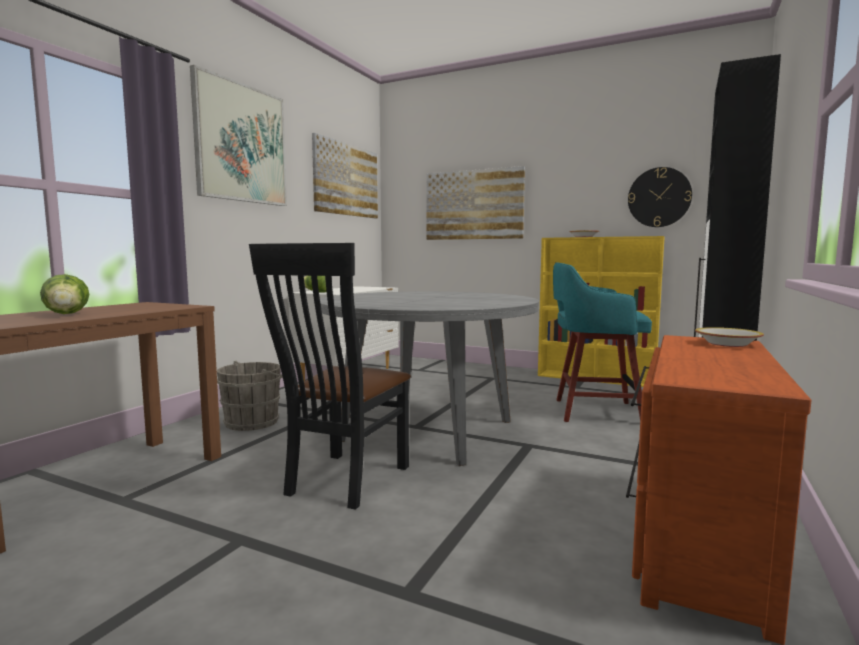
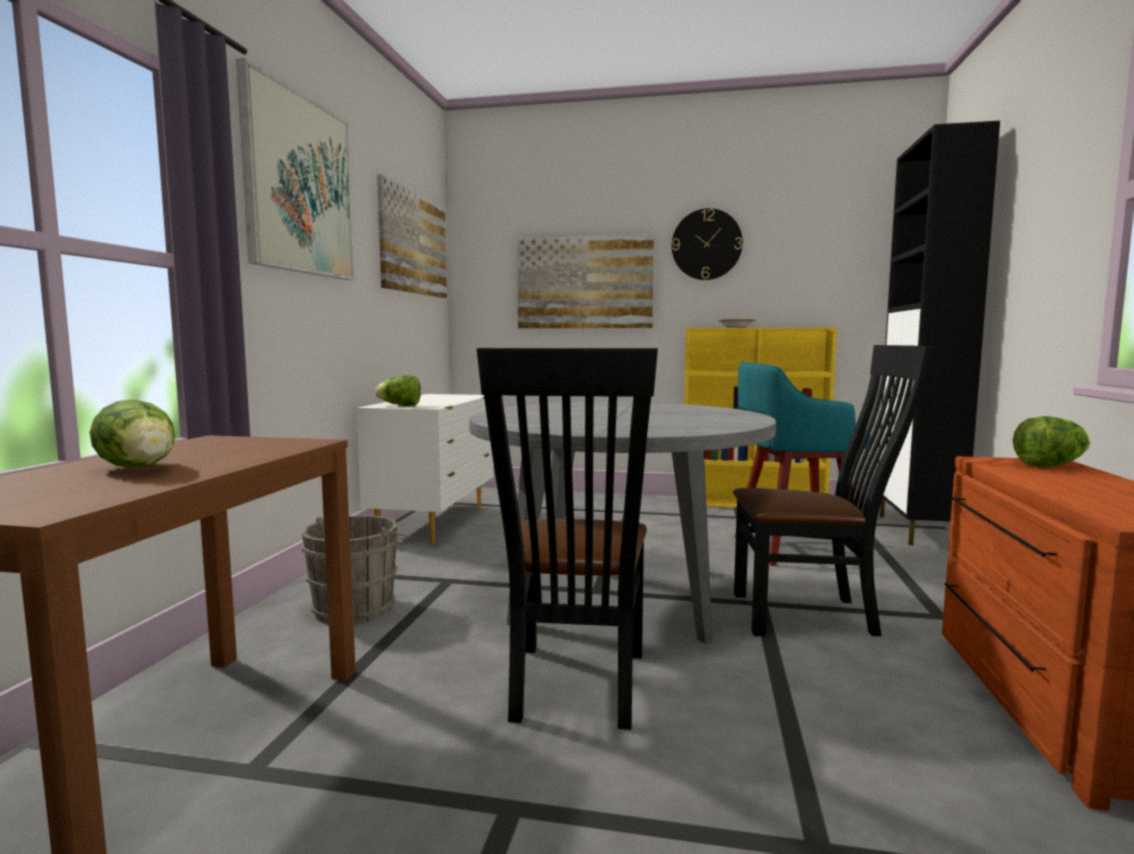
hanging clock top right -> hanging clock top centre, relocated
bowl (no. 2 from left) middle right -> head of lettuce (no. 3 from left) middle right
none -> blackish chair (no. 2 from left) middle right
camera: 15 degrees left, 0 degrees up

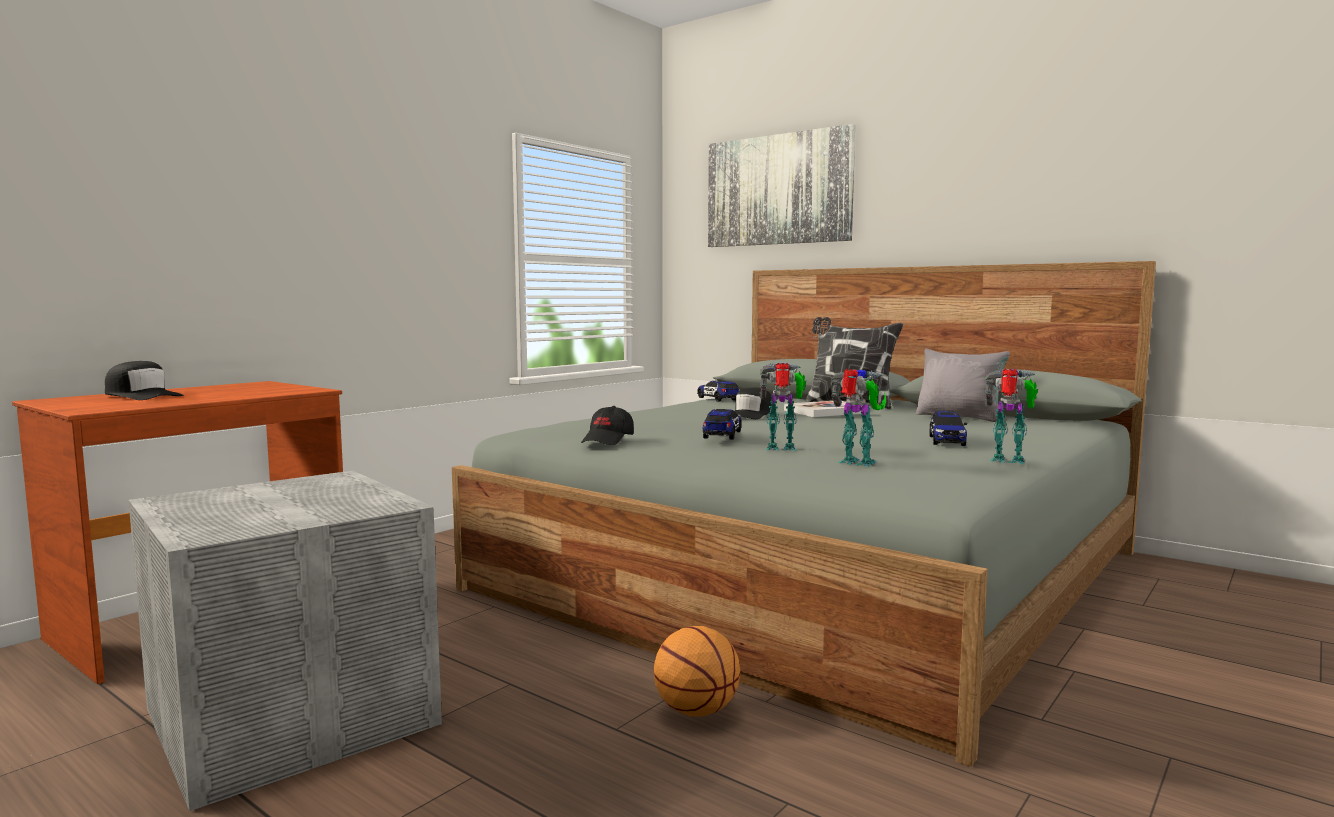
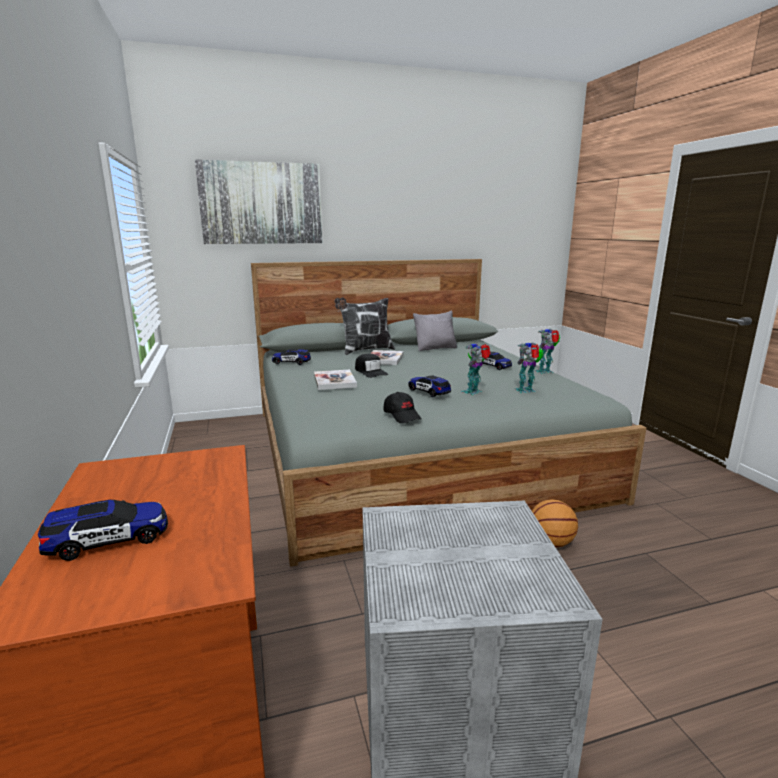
blackish cap (no. 1 from left) middle left -> model car (no. 1 from left) bottom left
none -> book (no. 1 from left) centre
camera: 55 degrees left, 10 degrees up

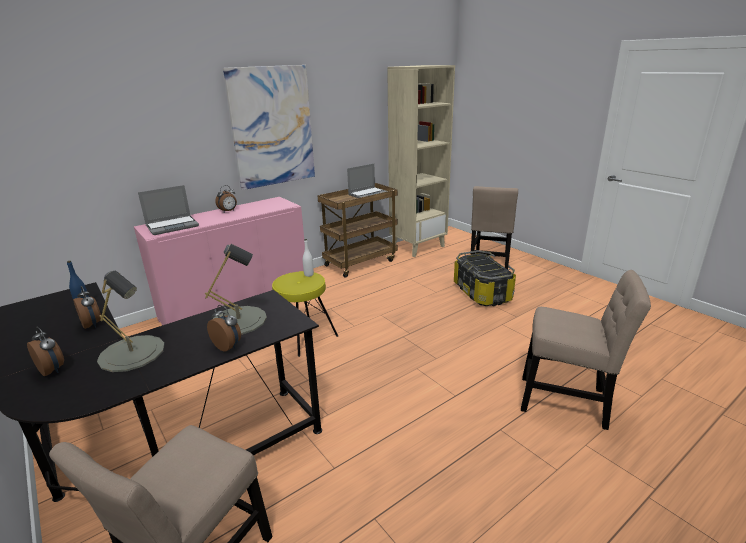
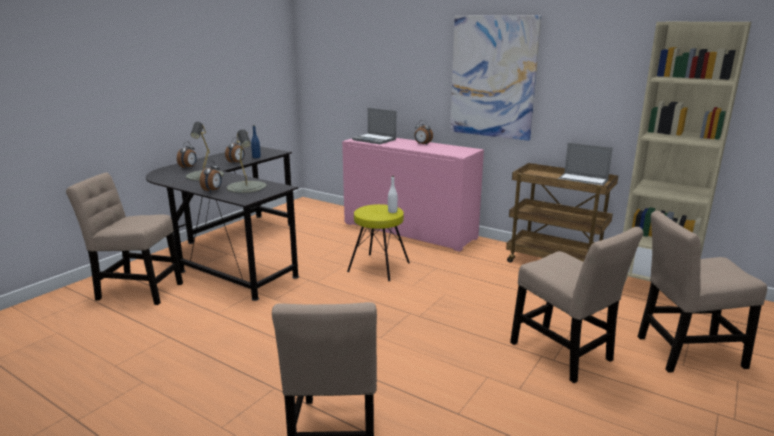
storage bin centre -> beige chair (no. 3 from left) bottom right
camera: 70 degrees right, 5 degrees down

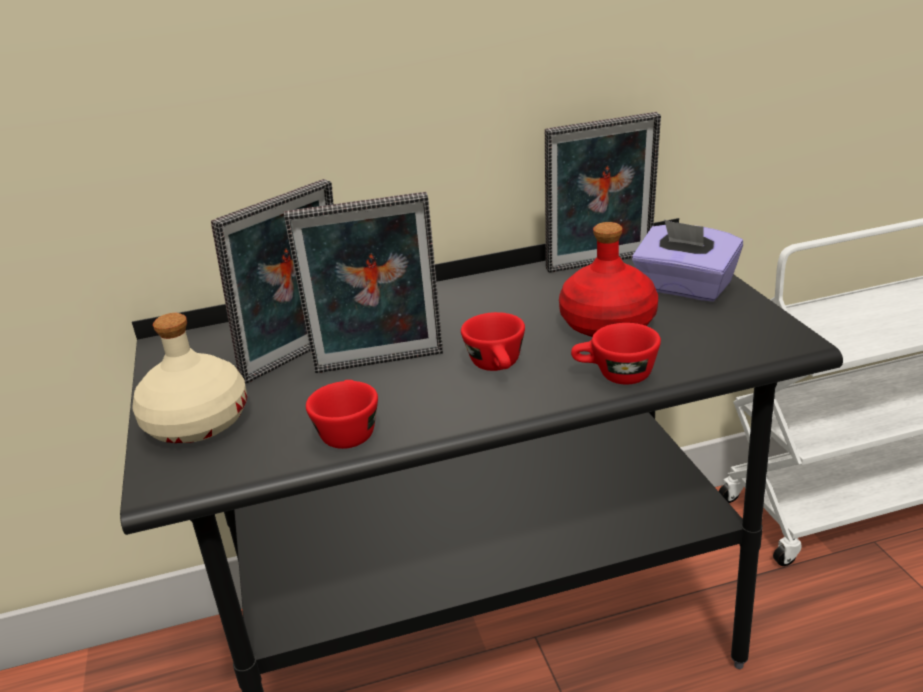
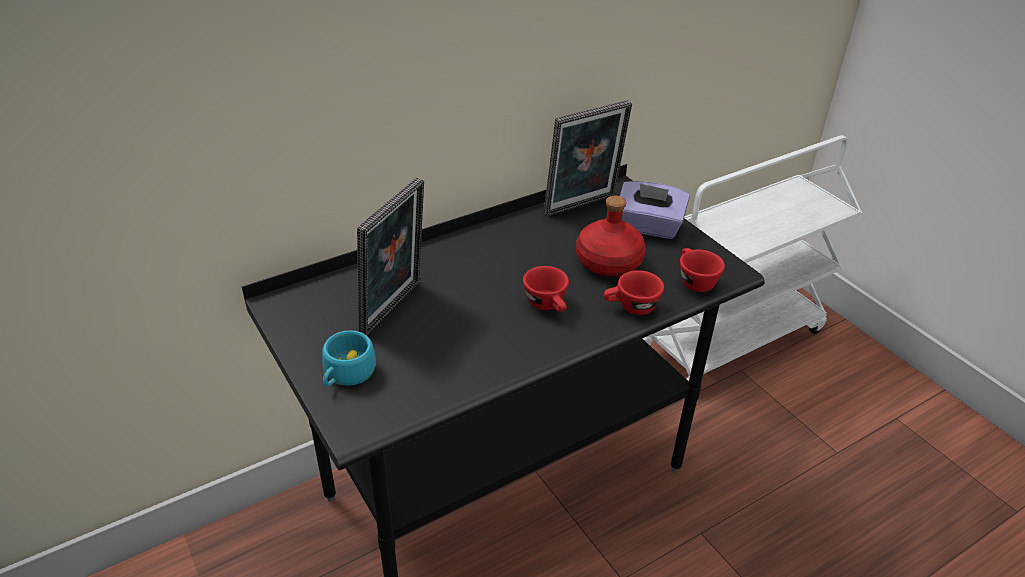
beige drink bottle middle left -> turquoise-coloured cup centre
photo frame (no. 2 from left) centre -> none
reddish cup (no. 1 from left in the first image) centre -> reddish cup (no. 3 from left) middle right, relocated
camera: 20 degrees left, 10 degrees up

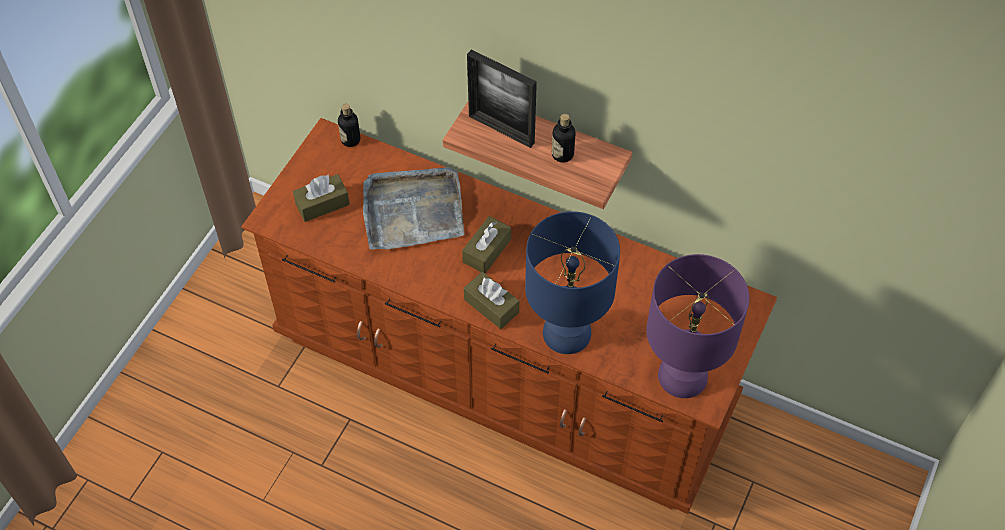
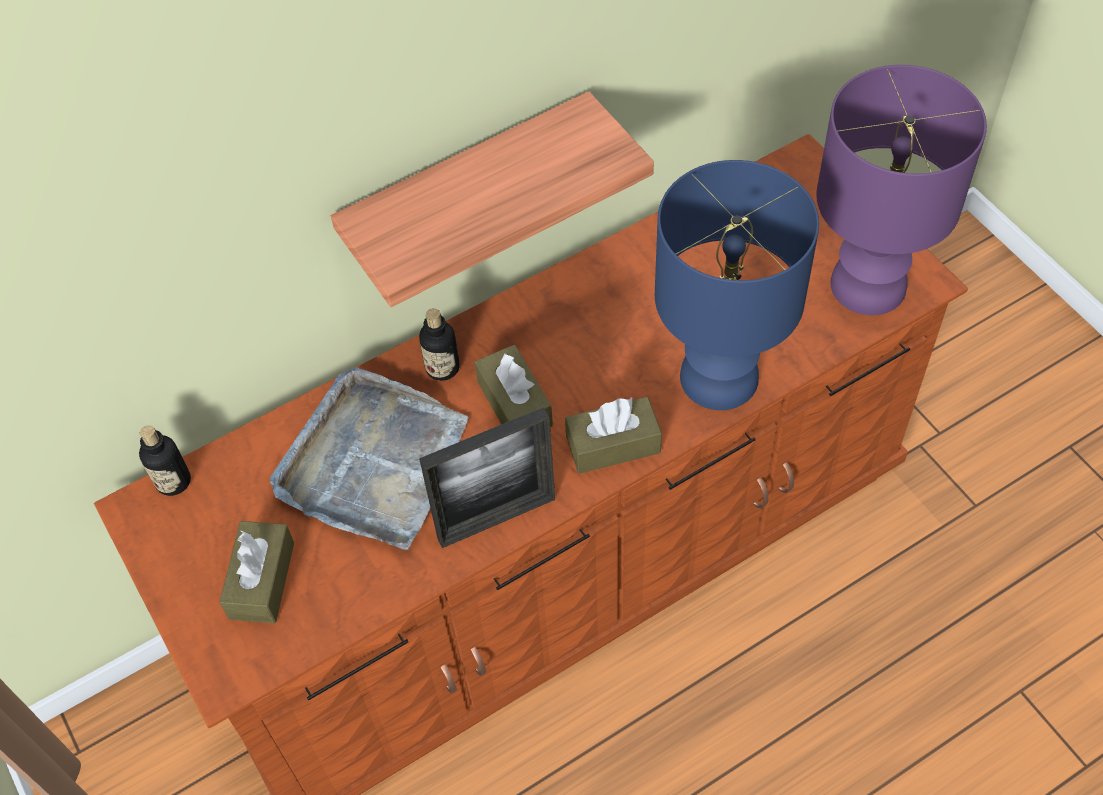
photo frame top centre -> photo frame centre, relocated
drink bottle (no. 2 from left) top centre -> drink bottle (no. 2 from left) centre, relocated
camera: 55 degrees left, 0 degrees up

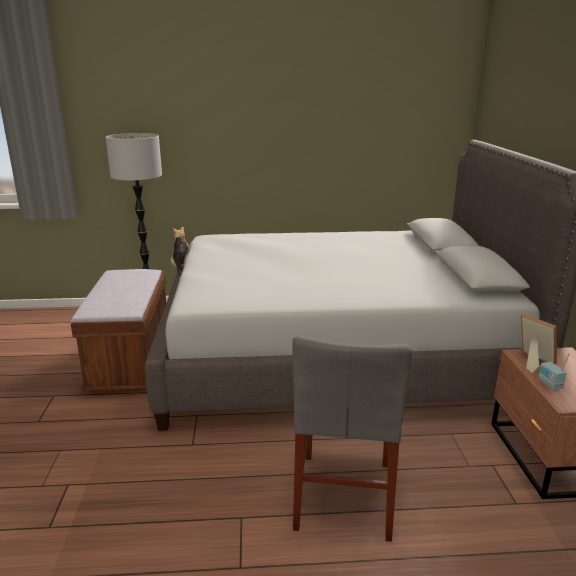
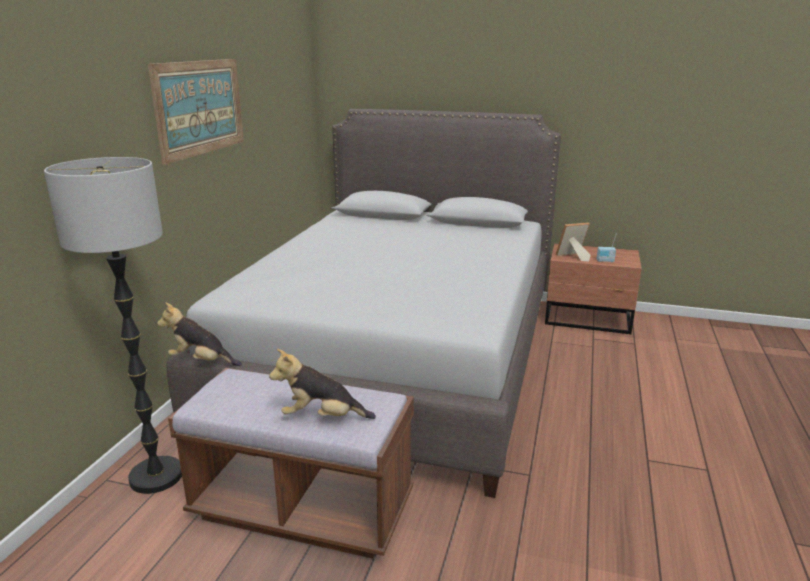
gray chair bottom centre -> none
none -> wall picture top left
none -> plush toy (no. 2 from left) centre
camera: 70 degrees left, 0 degrees up

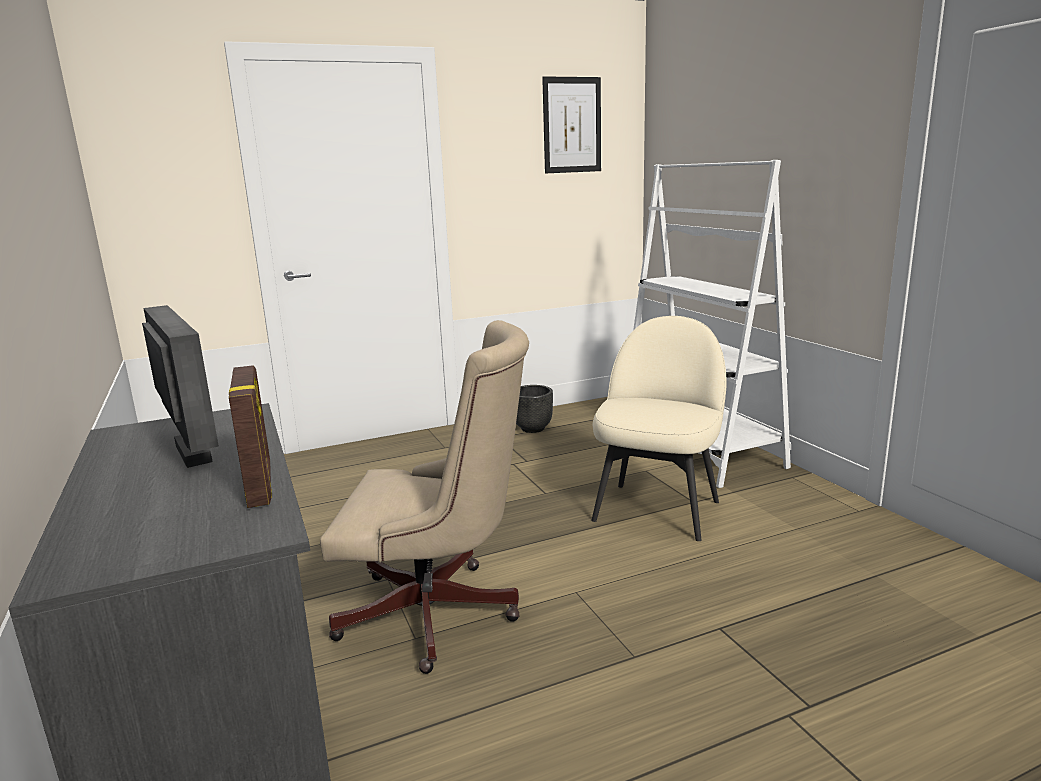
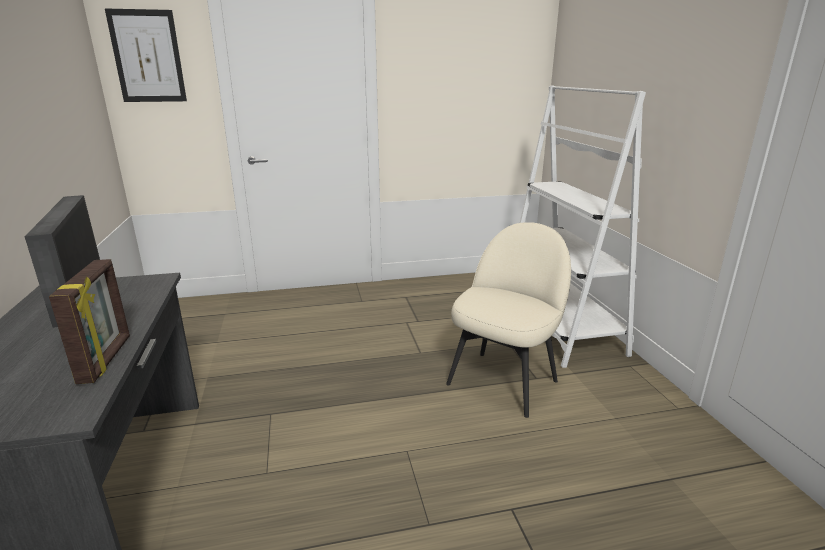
beige desk chair centre -> none
blackish plant pot centre -> none
wall picture top centre -> wall picture top left, relocated
camera: 10 degrees right, 5 degrees up

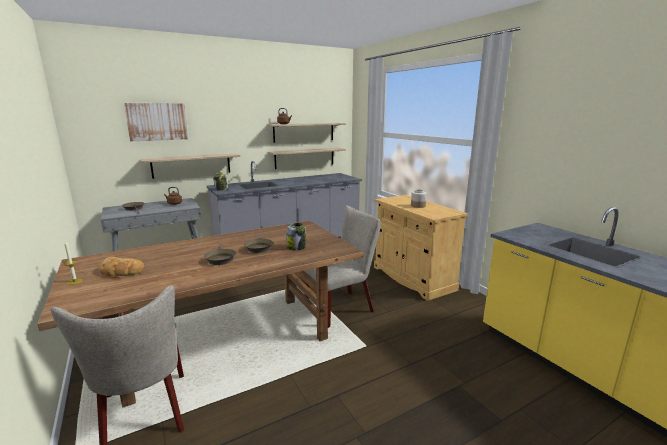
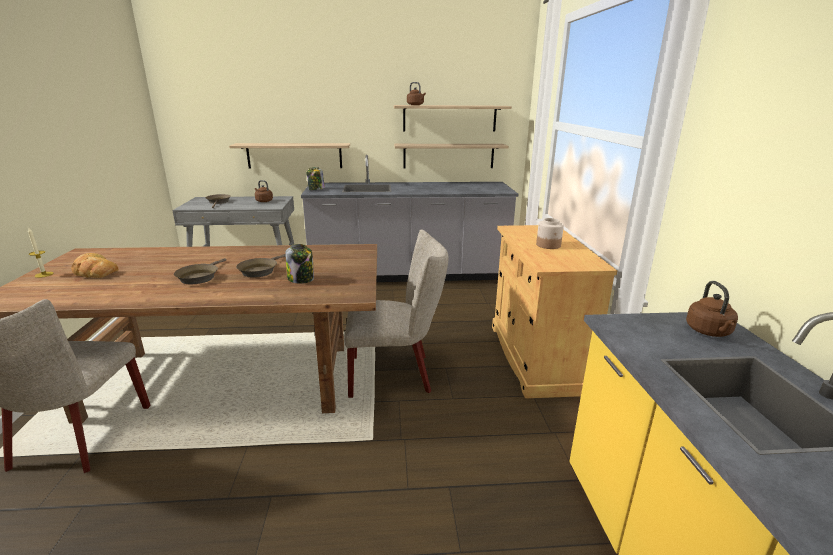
wall picture top left -> none
none -> brown-coloured tea kettle (no. 3 from left) middle right
camera: 25 degrees right, 5 degrees up

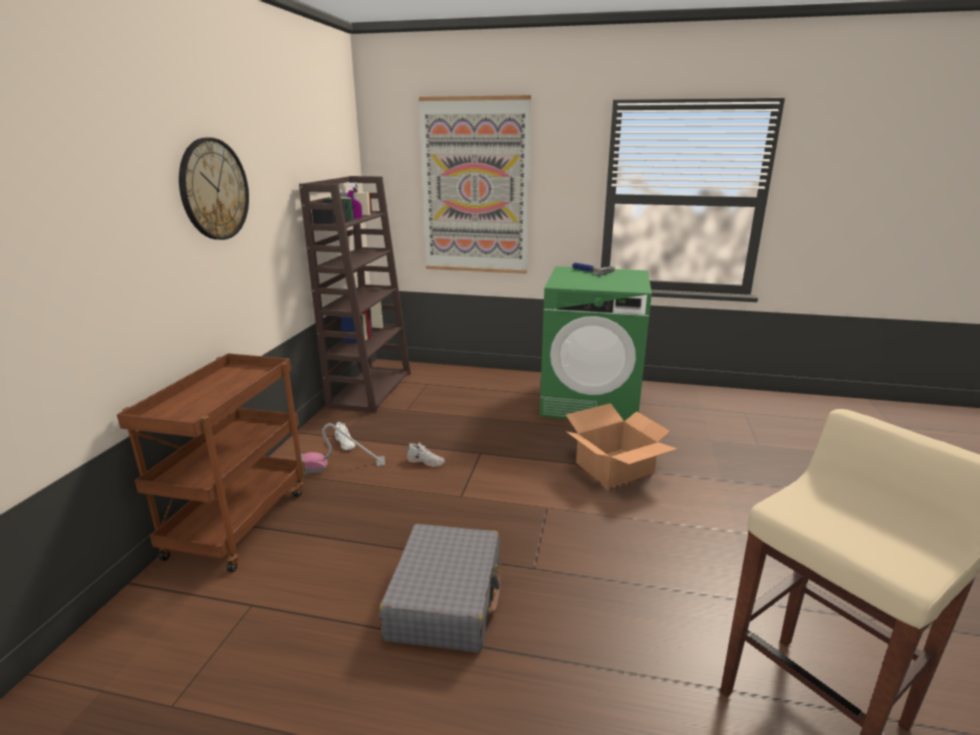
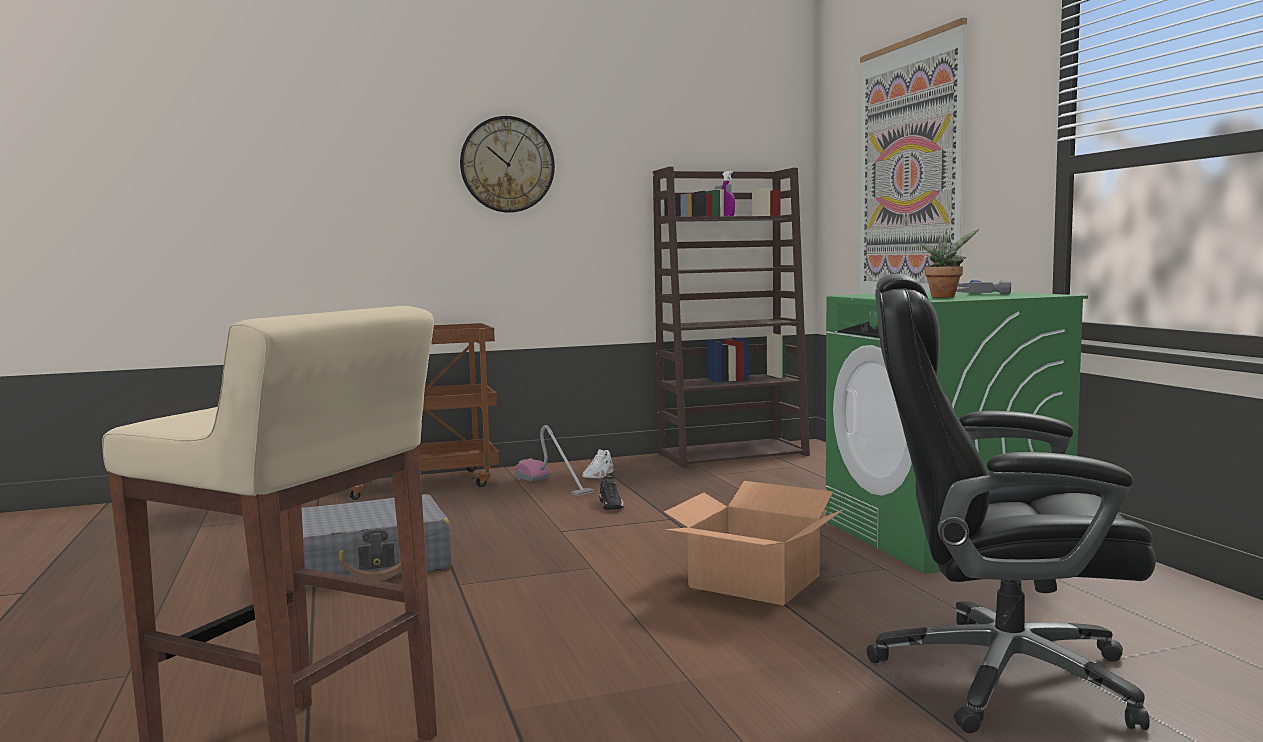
whitish shoe (no. 2 from left) centre -> blackish shoe centre
none -> blackish desk chair bottom right
none -> plant in a pot middle right
camera: 60 degrees right, 15 degrees down

